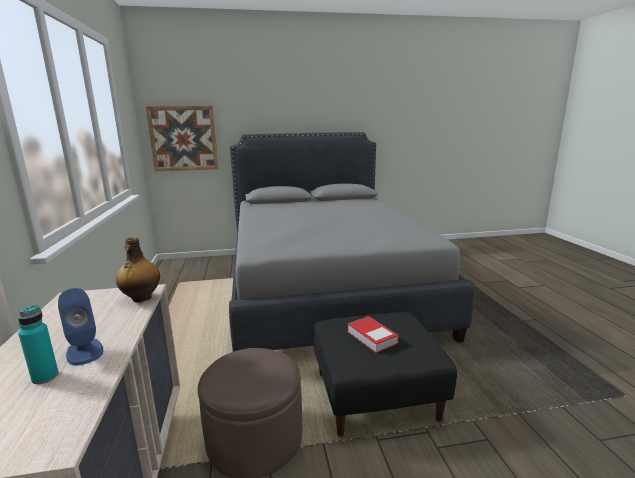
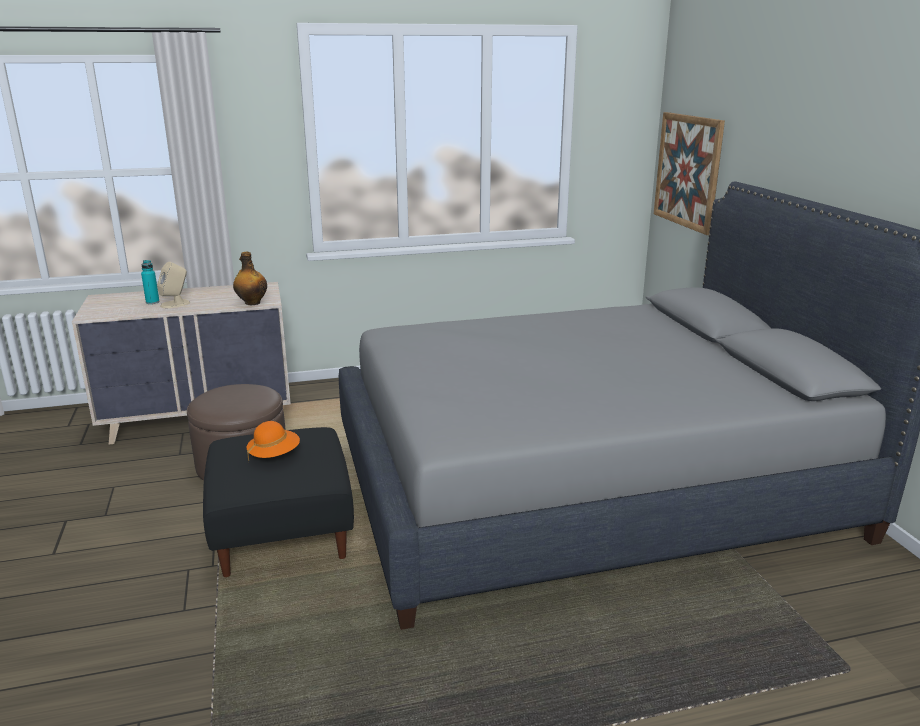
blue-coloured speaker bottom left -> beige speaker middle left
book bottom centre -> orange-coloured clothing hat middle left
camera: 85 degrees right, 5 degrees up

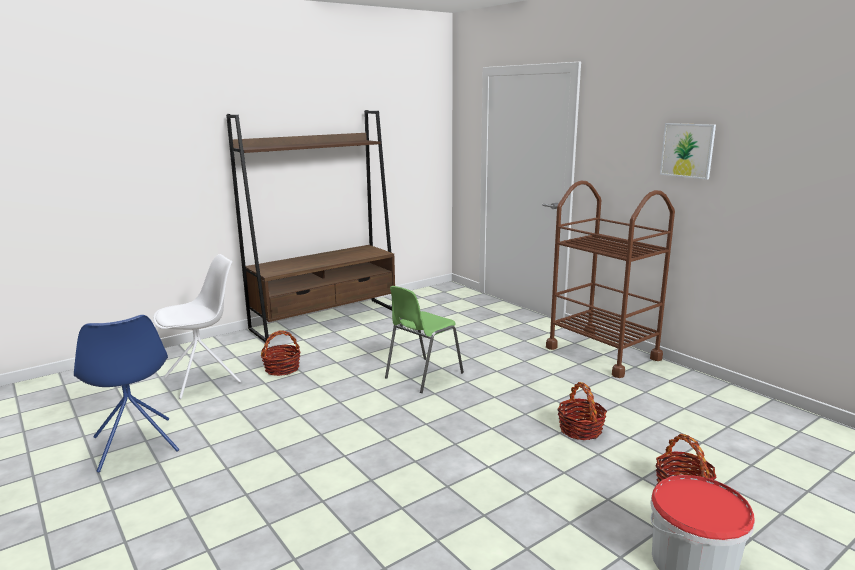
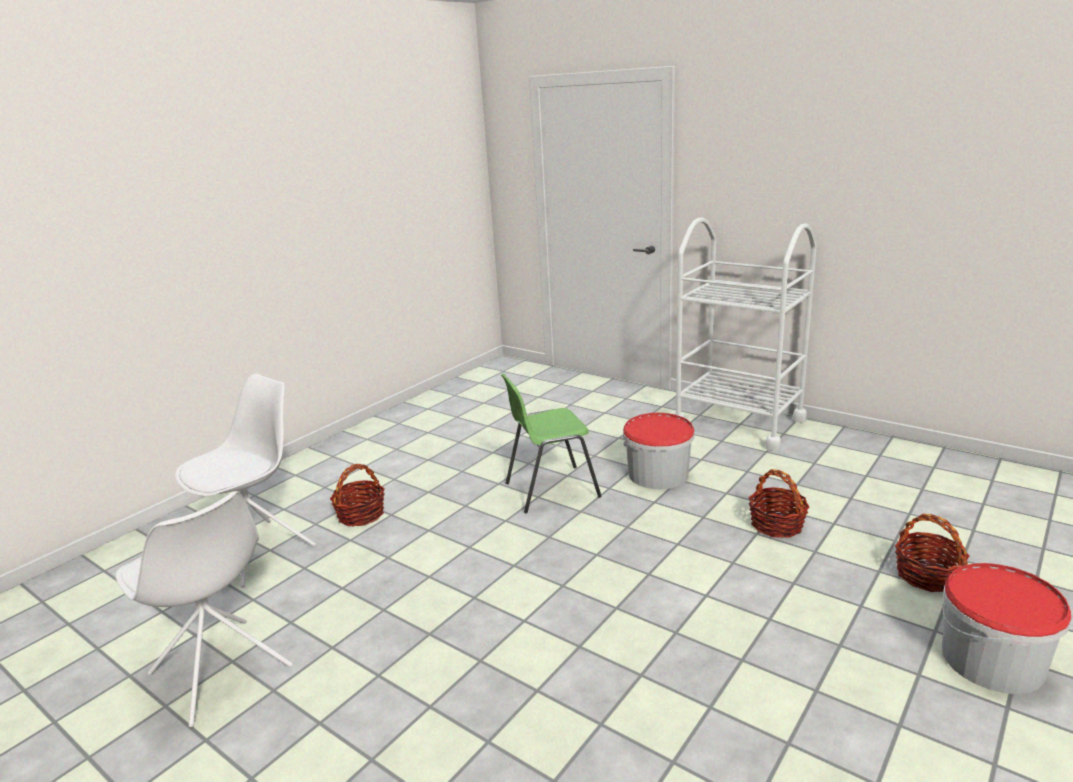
blue-coloured chair bottom left -> whitish chair (no. 1 from left) bottom left
brown-coloured bookcase centre -> none
greenish chair centre, 45 degrees clockwise
brown-coloured cart middle right -> whitish cart middle right
wall picture top right -> none
none -> bucket (no. 1 from left) centre
camera: 15 degrees left, 5 degrees up

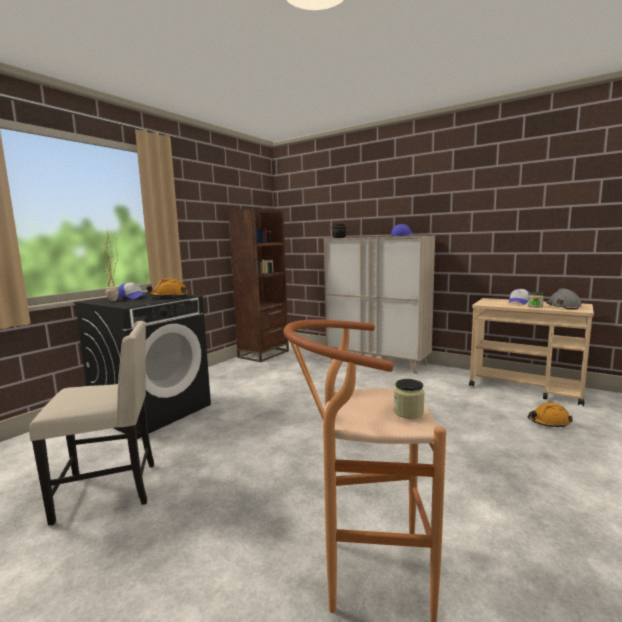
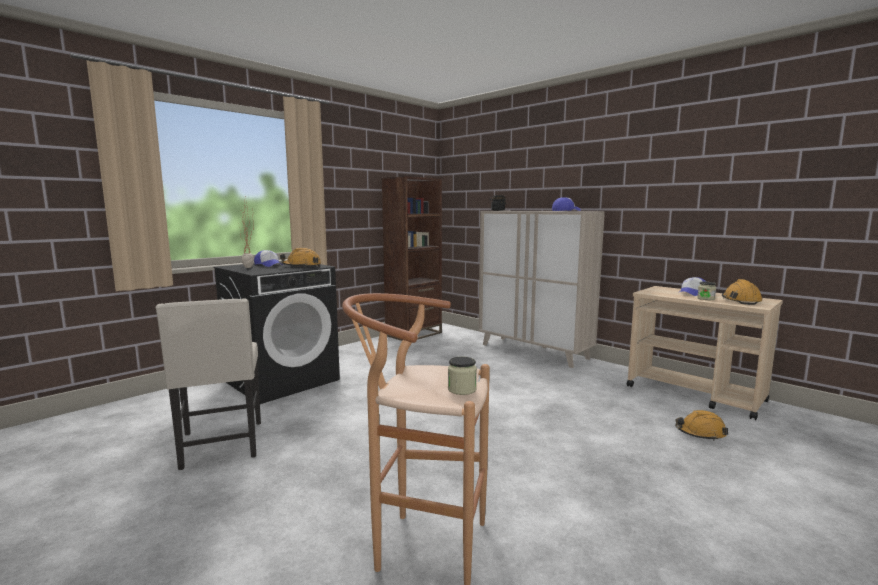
beige chair bottom left -> beige chair middle left, 75 degrees clockwise
gray hard hat middle right -> orange-coloured hard hat (no. 3 from left) middle right
camera: 10 degrees right, 0 degrees up

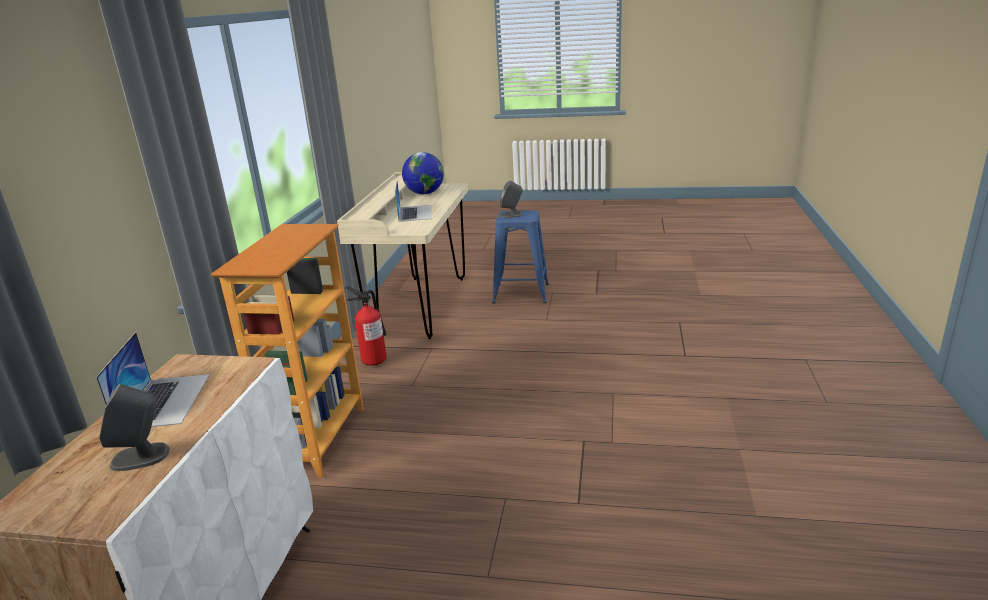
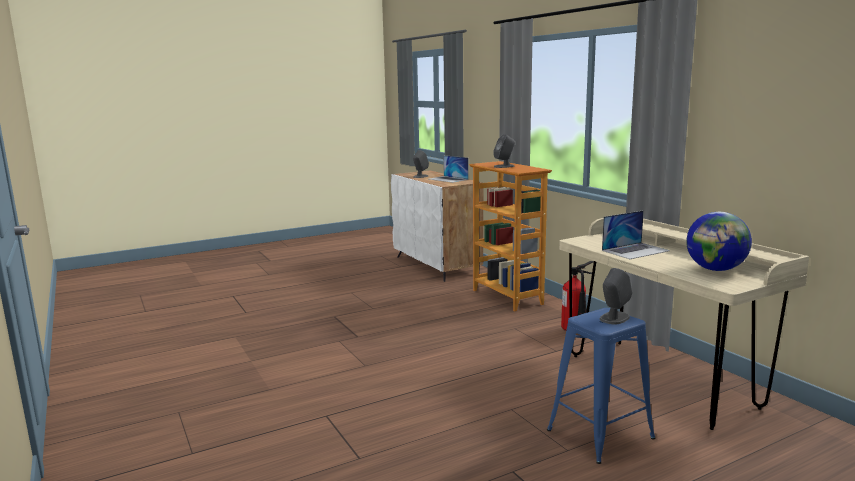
notebook computer (no. 2 from left) centre -> notebook computer (no. 2 from left) middle right, 75 degrees counterclockwise
none -> gray speaker (no. 2 from left) top centre
camera: 140 degrees right, 10 degrees down

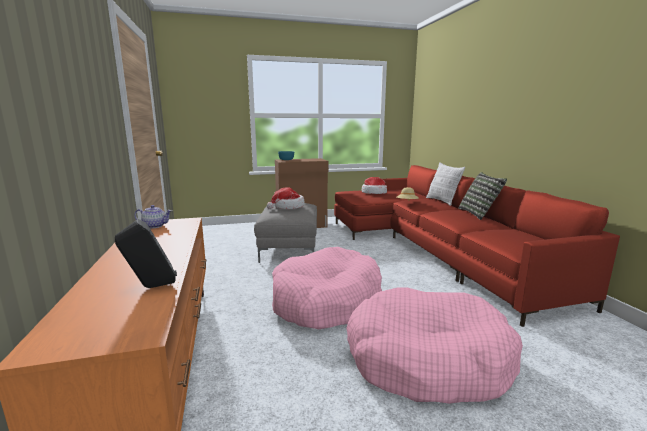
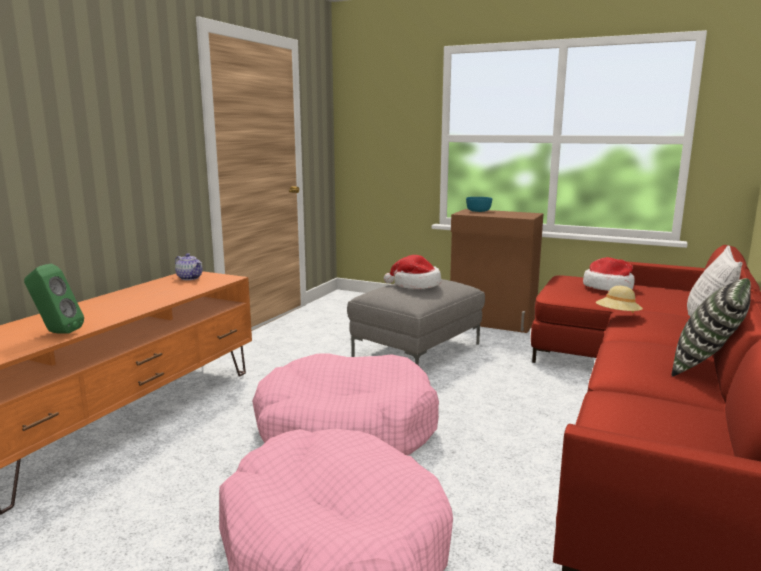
blackish speaker middle left -> greenish speaker middle left
camera: 40 degrees right, 0 degrees up

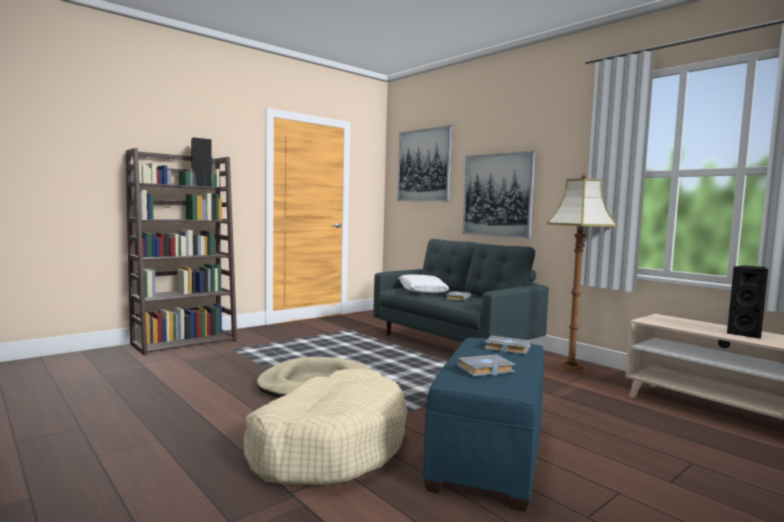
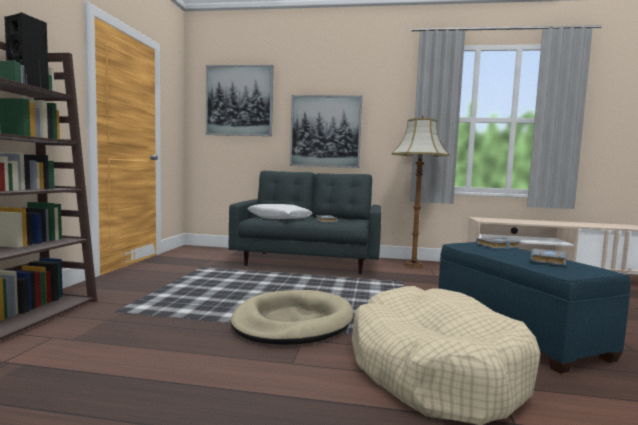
blackish speaker (no. 2 from left) middle right -> none
camera: 40 degrees left, 0 degrees up

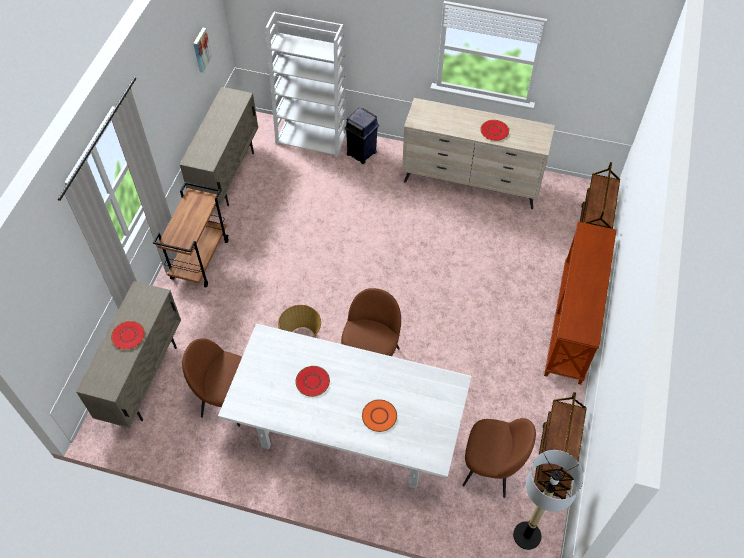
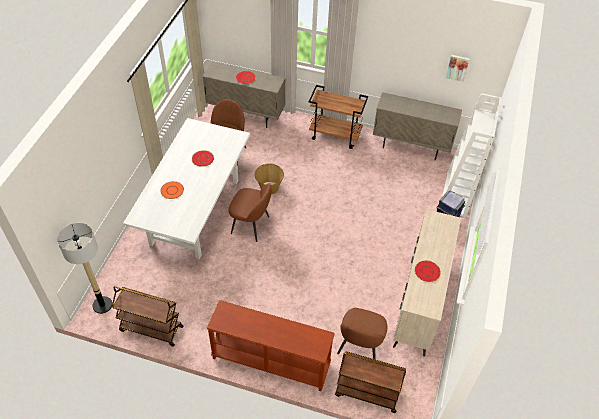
brown-coloured chair (no. 3 from left) bottom right -> brown-coloured chair (no. 3 from left) bottom centre, relocated
camera: 90 degrees right, 5 degrees down

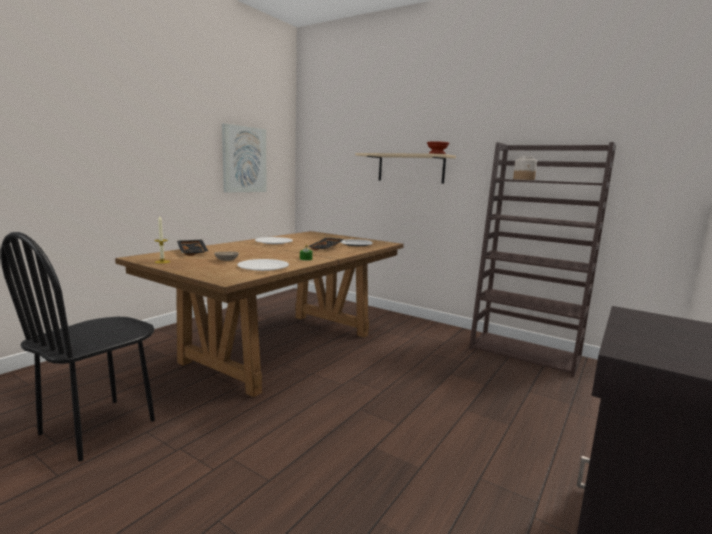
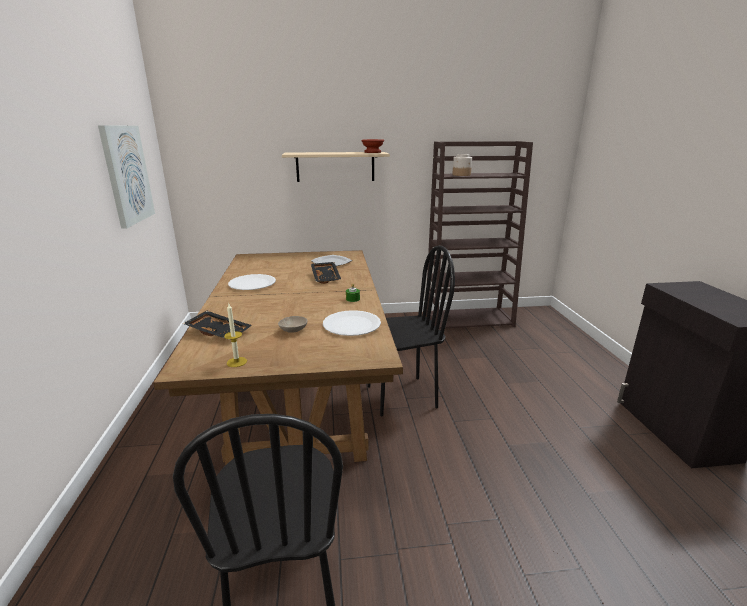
none -> blackish chair (no. 2 from left) centre
camera: 40 degrees left, 10 degrees up

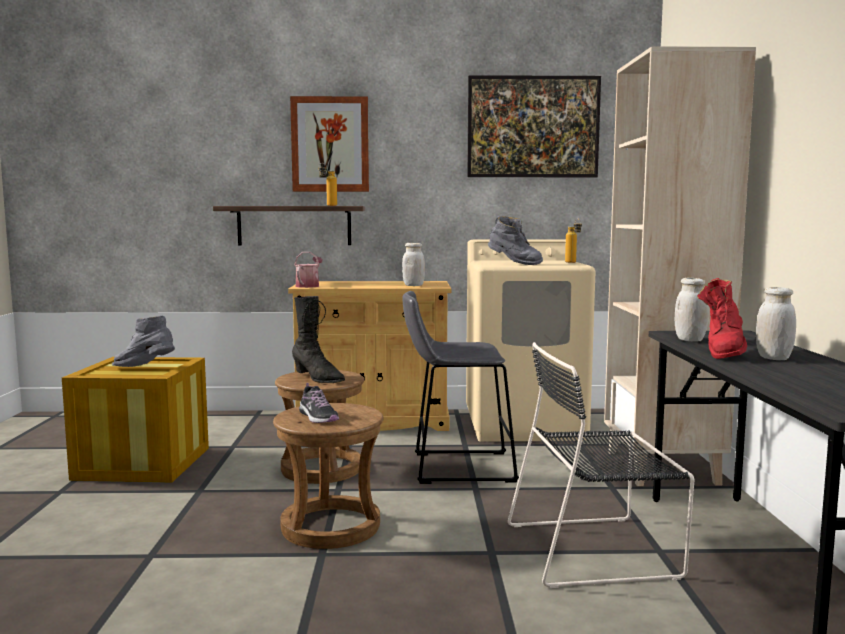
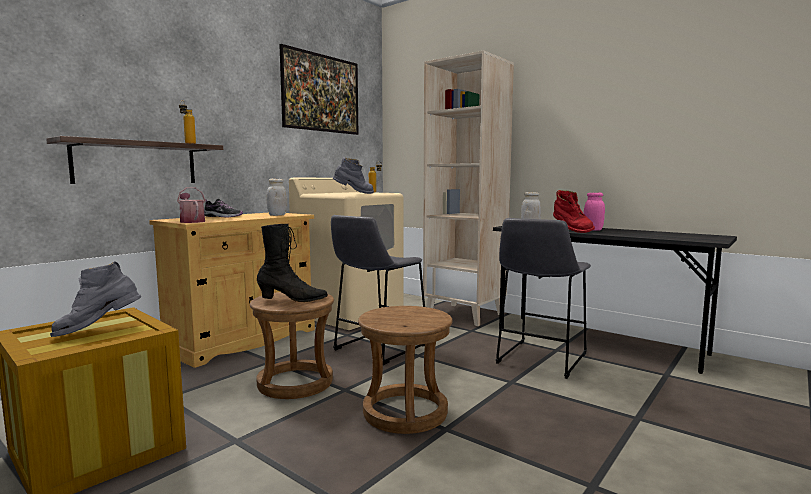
wall picture (no. 1 from left) top centre -> none
shoe centre -> shoe middle left, relocated
blackish chair bottom right -> gray stool seat (no. 2 from left) middle right
whitish preserve jar (no. 3 from left) middle right -> pinkish preserve jar middle right
camera: 50 degrees left, 0 degrees up

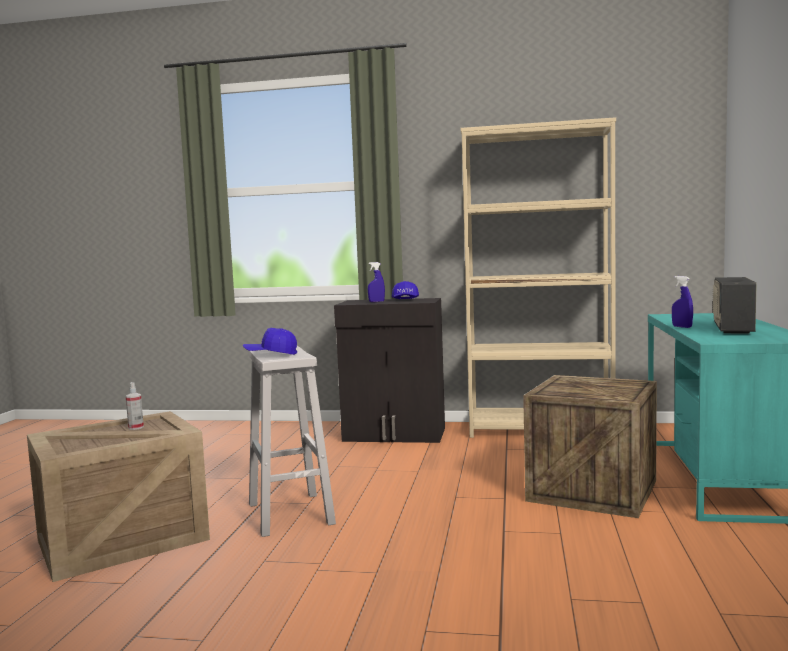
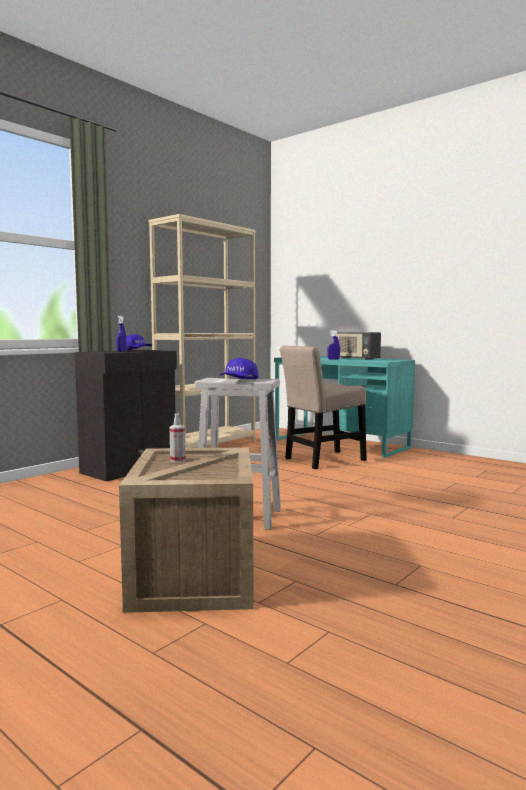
shipping crate (no. 2 from left) bottom right -> beige chair centre
camera: 60 degrees left, 0 degrees up

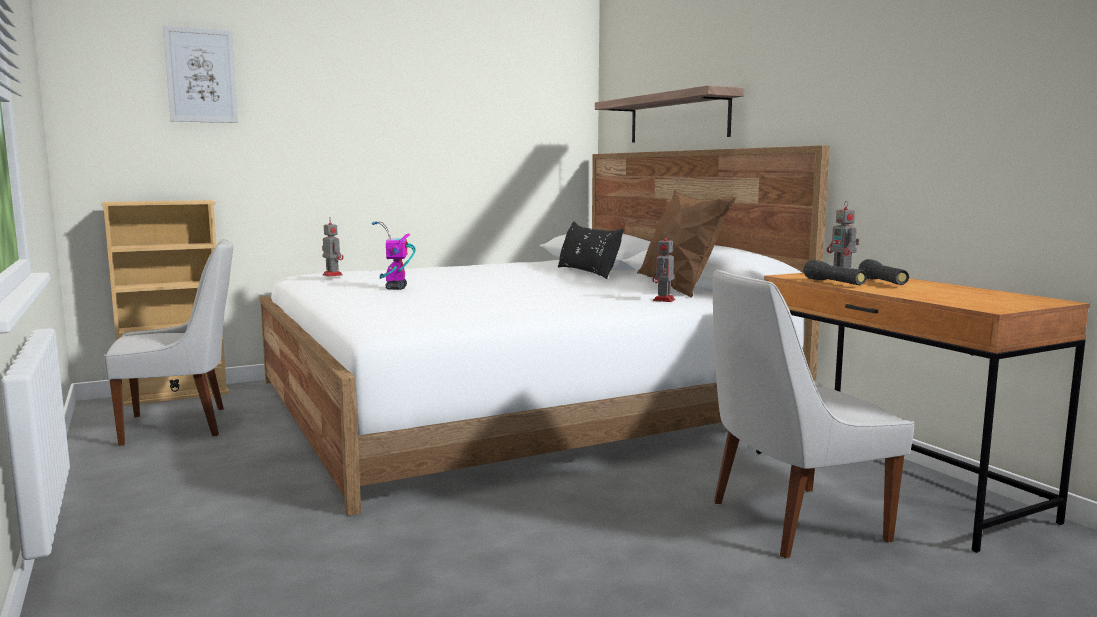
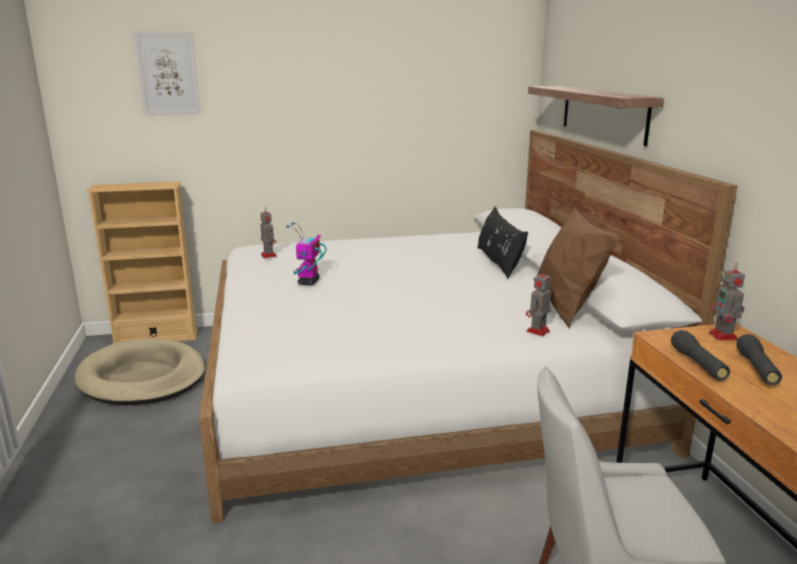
whitish chair (no. 1 from left) middle left -> beige dog bed middle left
camera: 15 degrees right, 10 degrees up

